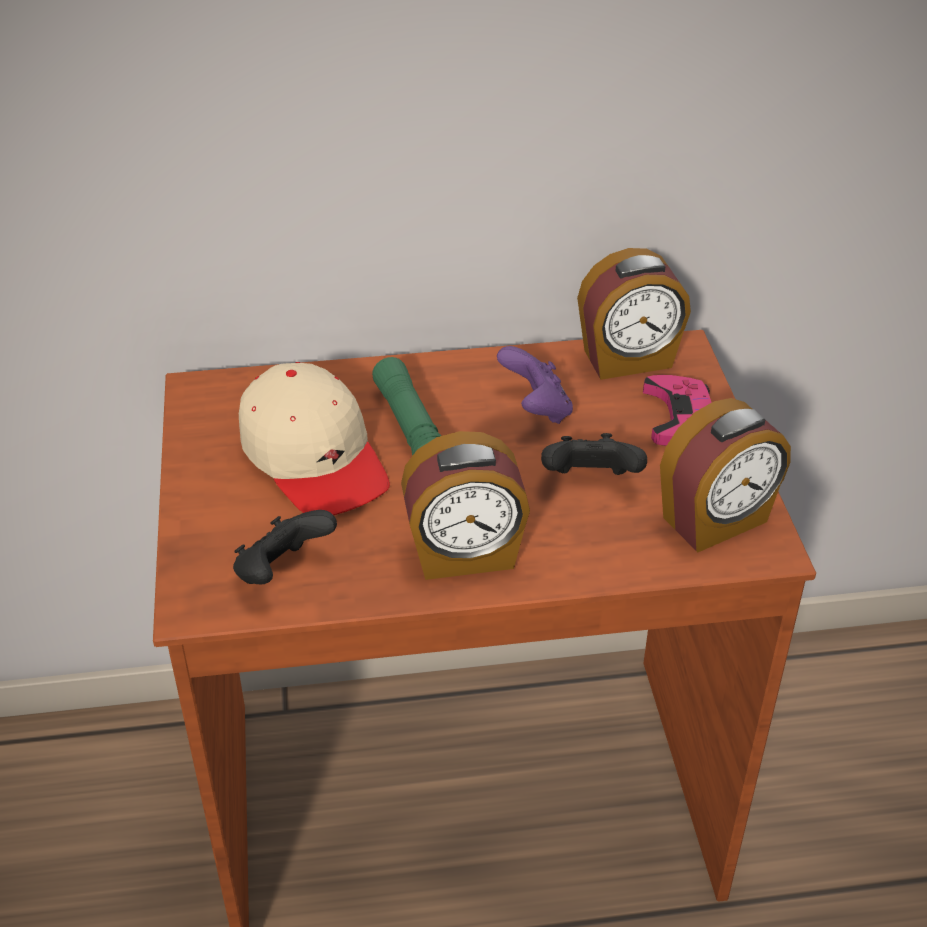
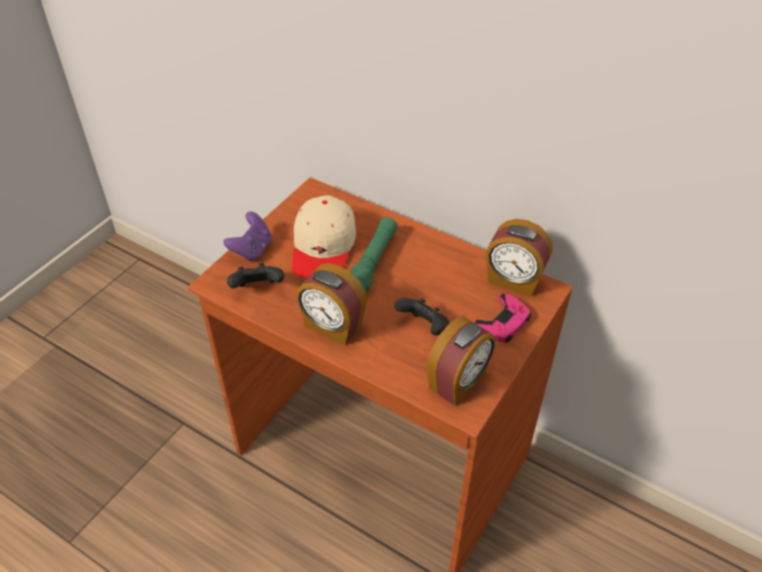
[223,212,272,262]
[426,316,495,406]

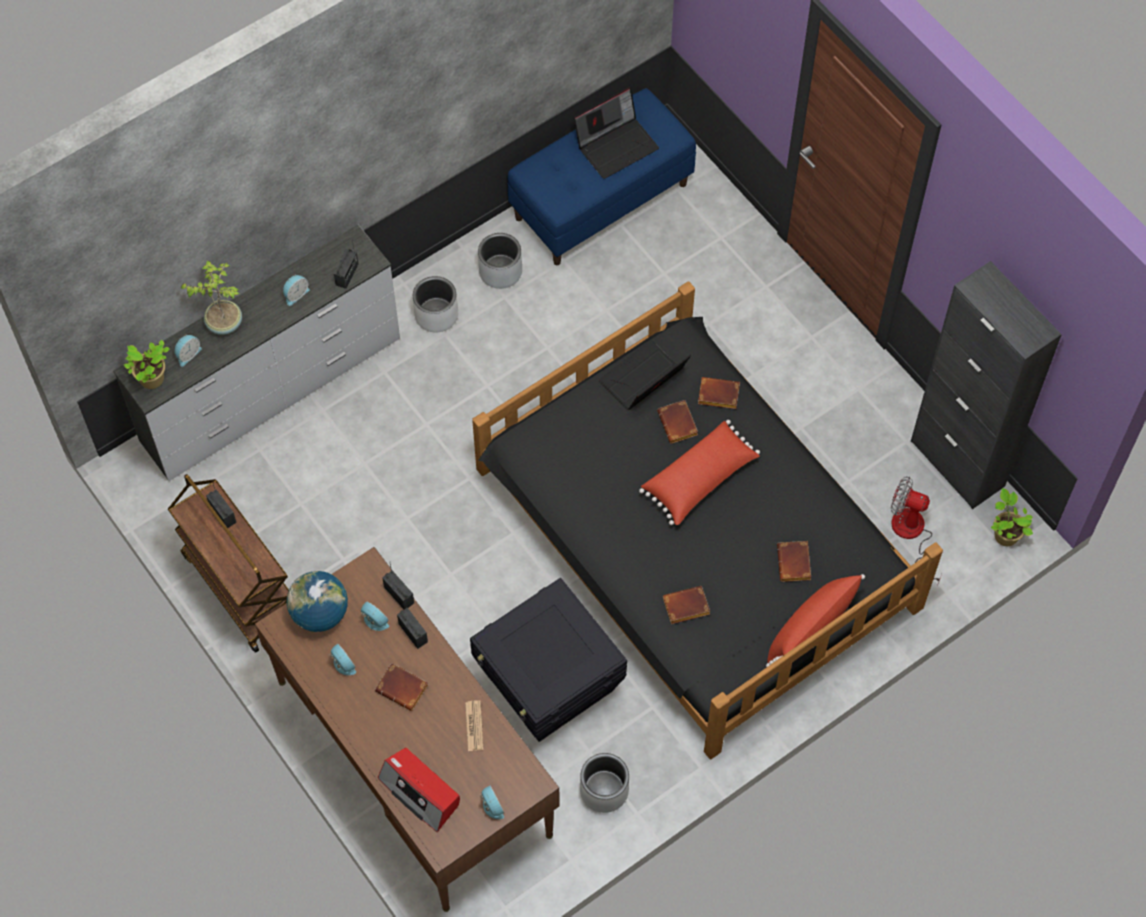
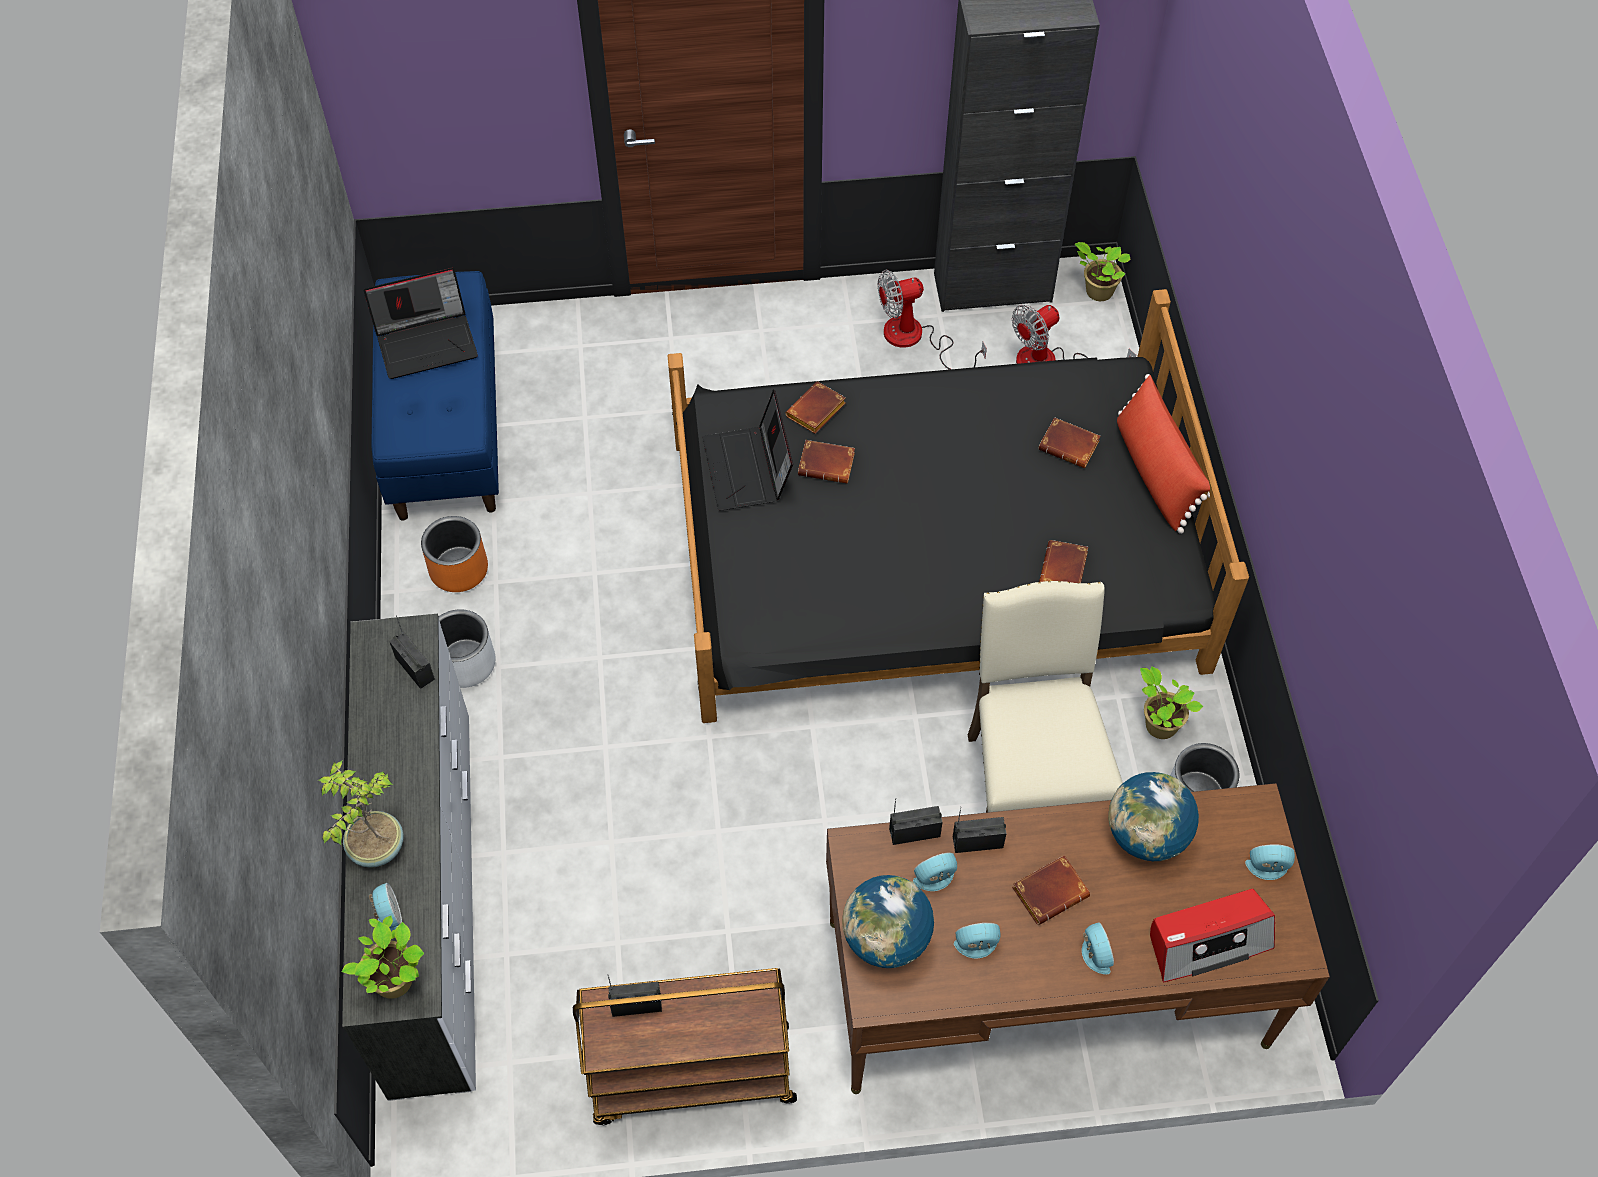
[364,268,478,379]
[421,516,488,592]
[878,270,987,370]
[968,581,1123,813]
[1082,922,1114,974]
[1108,772,1199,861]
[1140,666,1203,739]
[639,420,760,525] (first image)

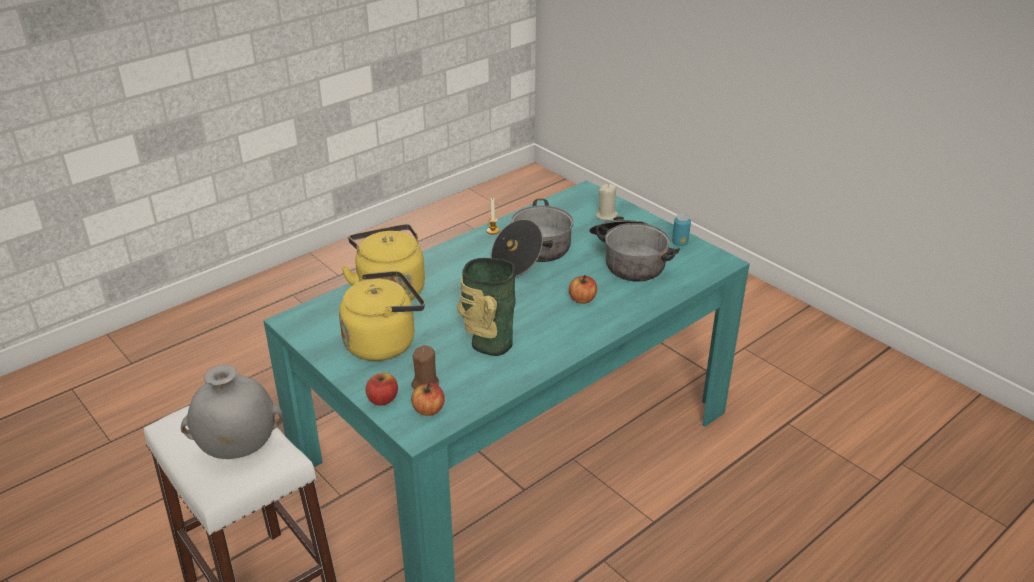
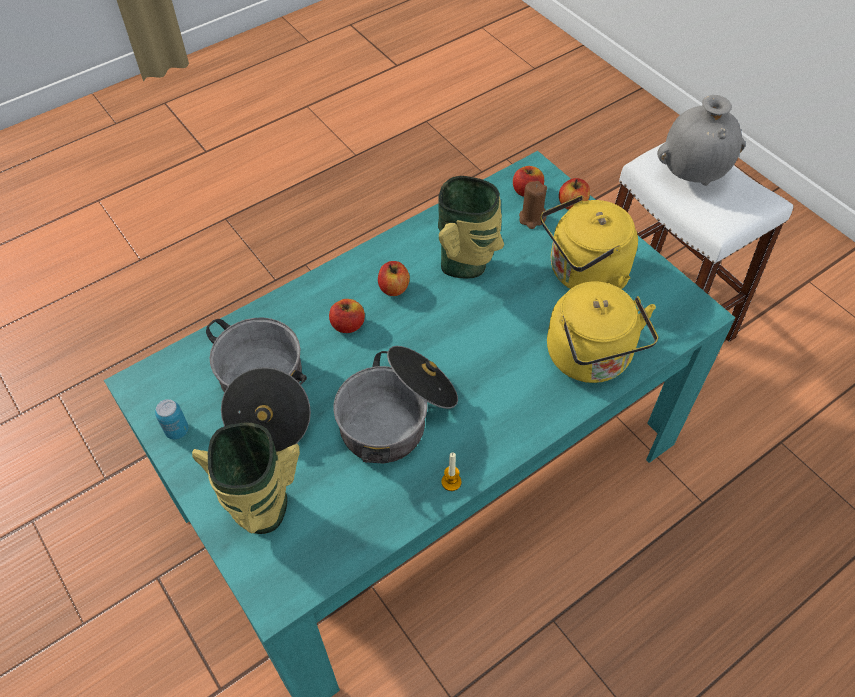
[192,422,300,534]
[378,261,410,296]

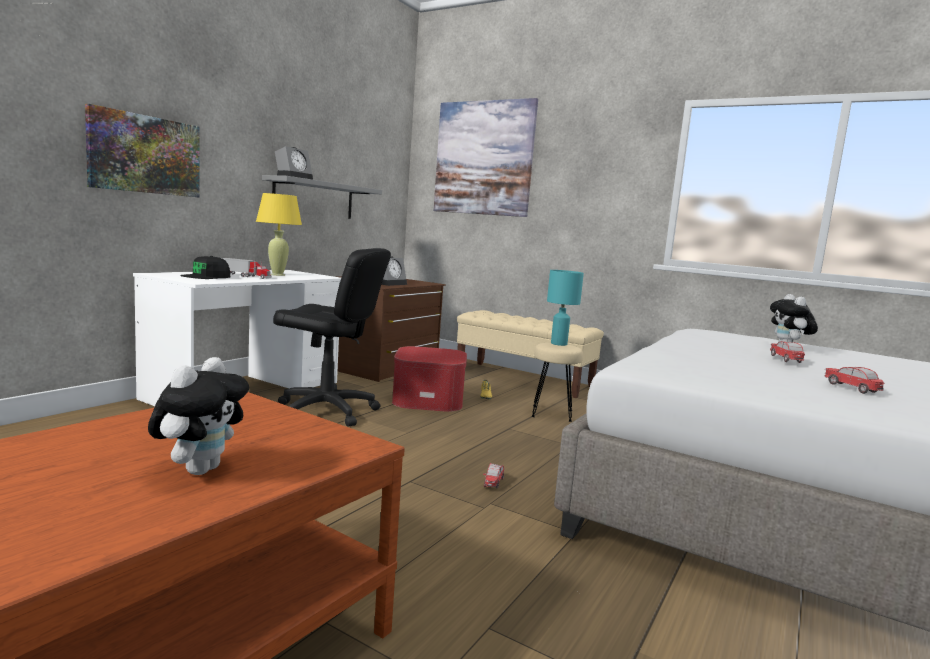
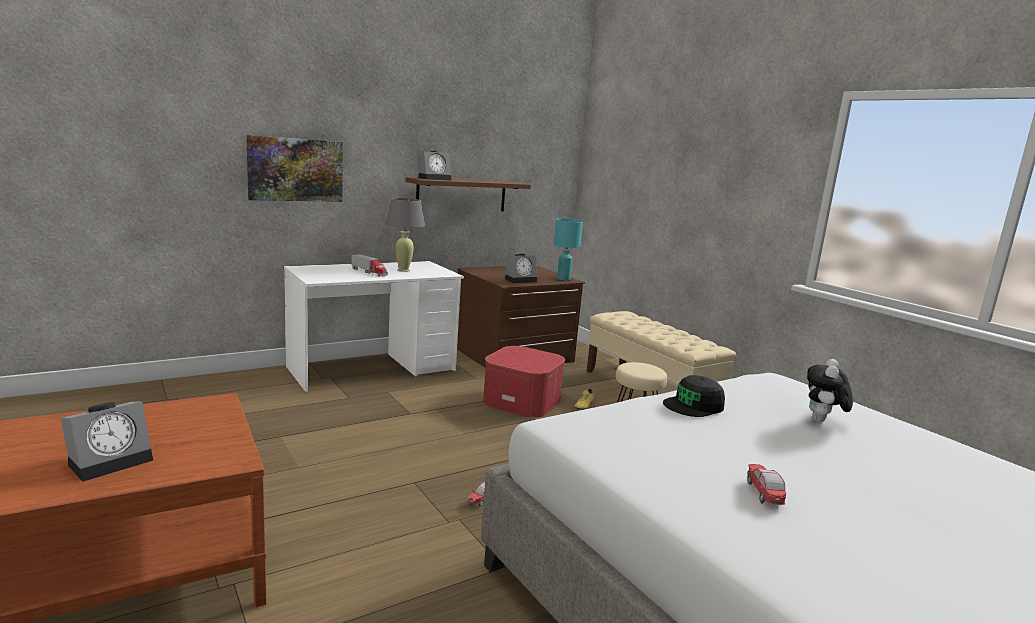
[61,401,153,482]
[385,198,425,272]
[406,177,531,211]
[554,218,583,281]
[663,375,725,417]
[273,248,391,427] (first image)
[433,98,538,217] (first image)
[770,341,805,363] (first image)

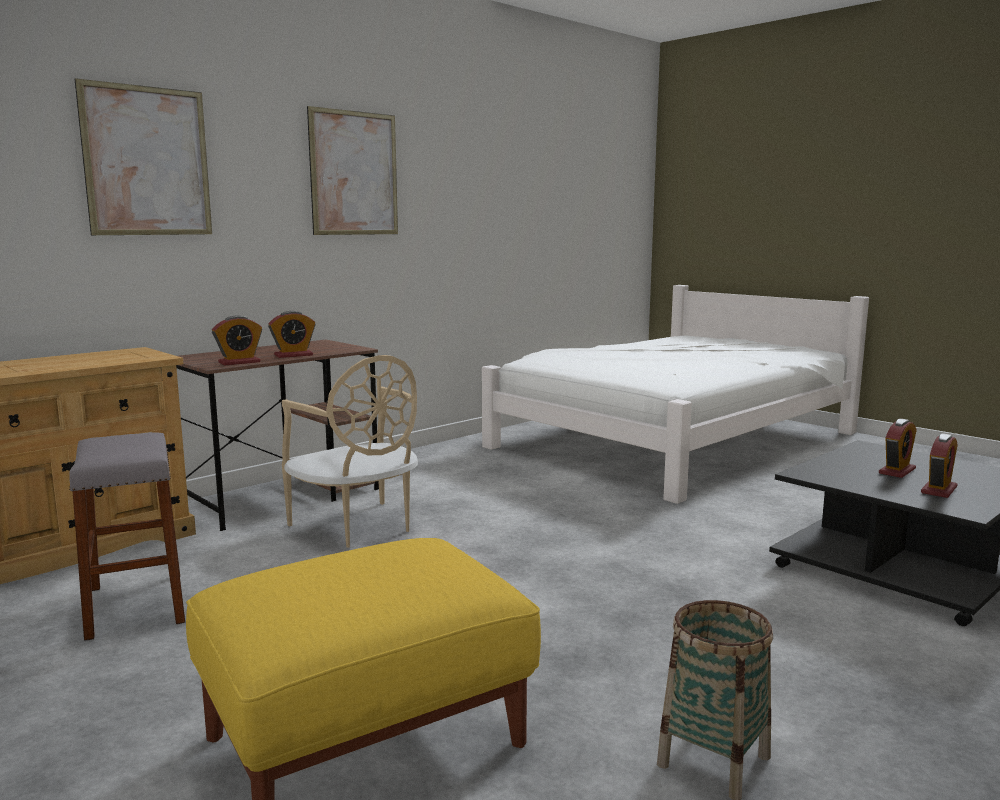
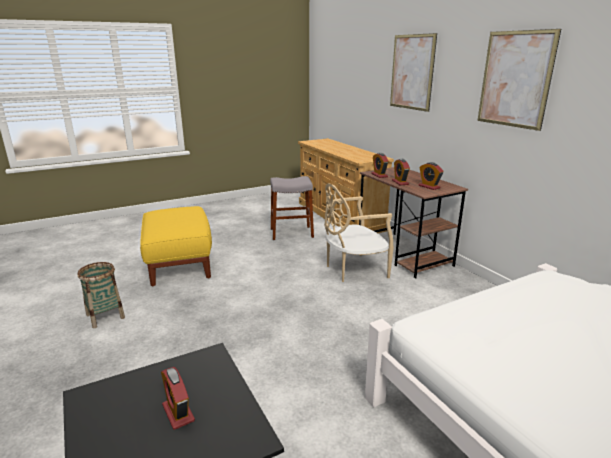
[419,162,444,190]

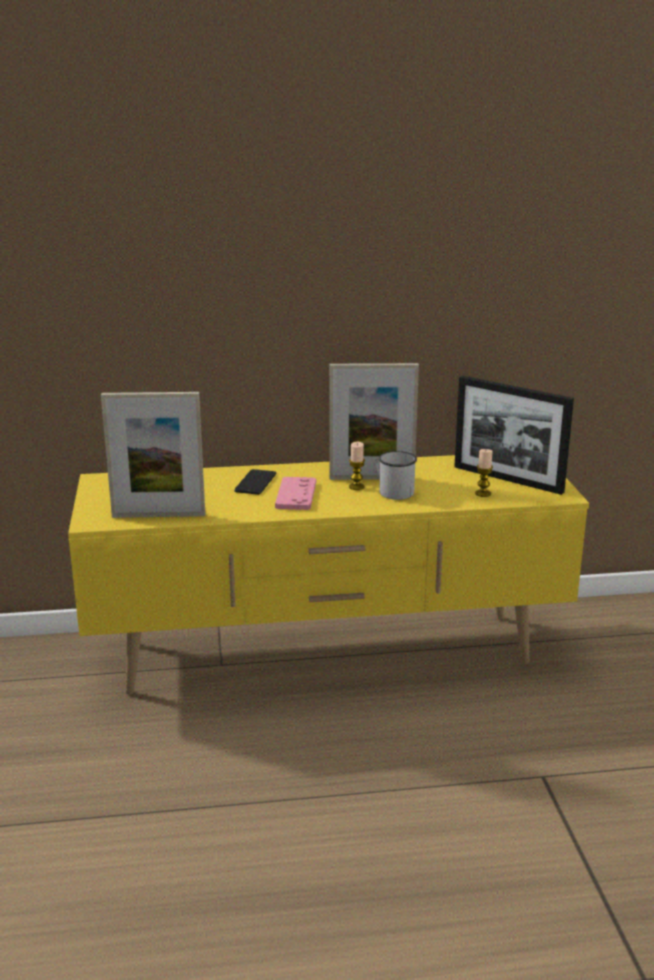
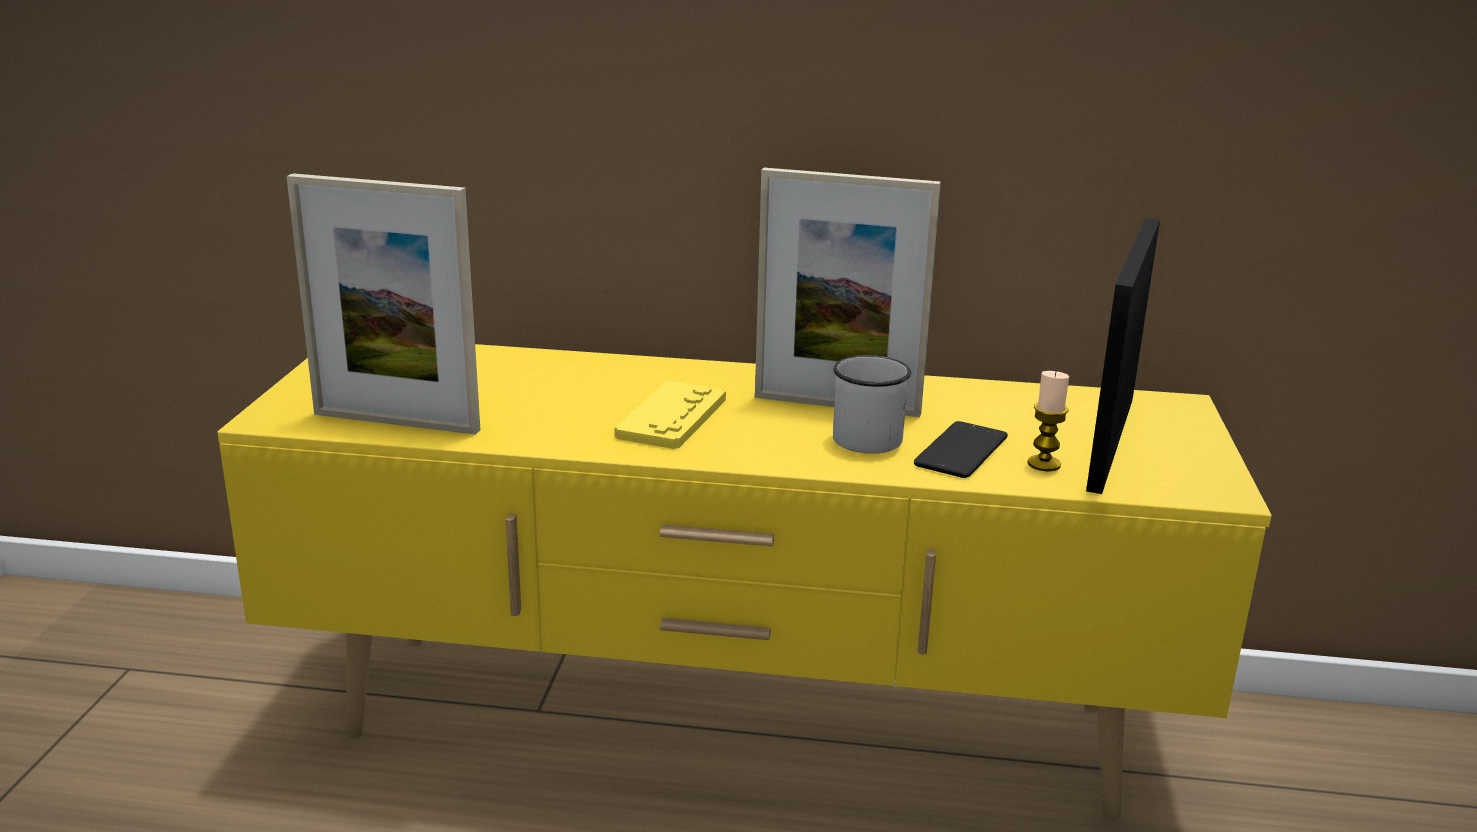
[614,381,726,449]
[914,421,1008,478]
[1086,218,1160,494]
[349,442,365,490] (first image)

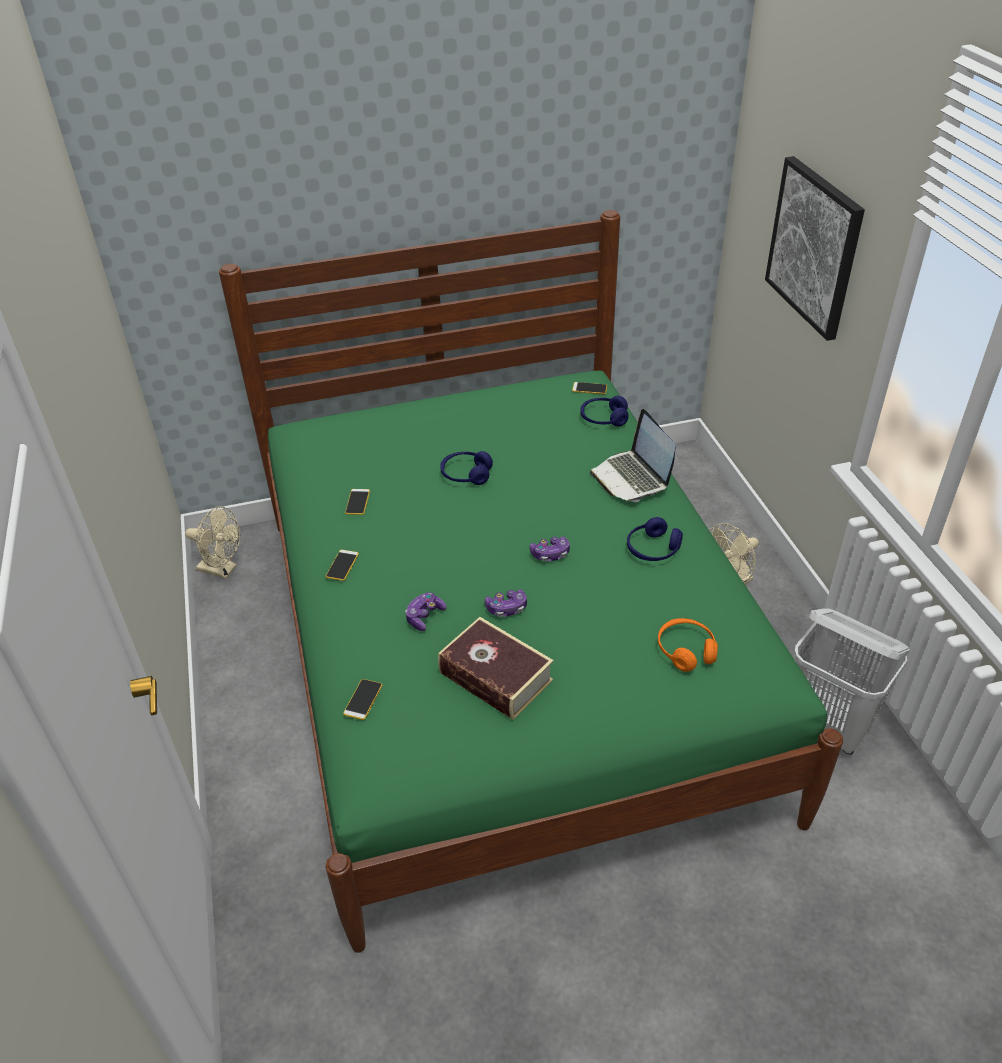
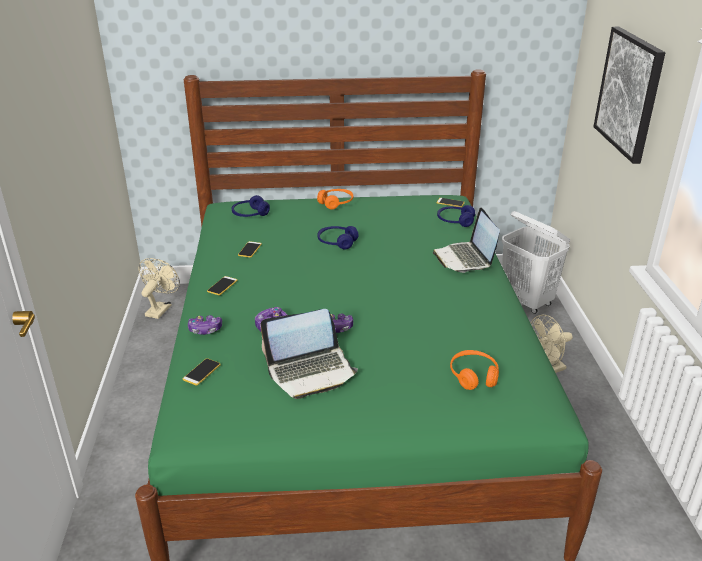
[138,258,180,319]
[188,315,222,335]
[232,195,270,217]
[260,309,358,399]
[317,189,353,209]
[502,211,571,314]

